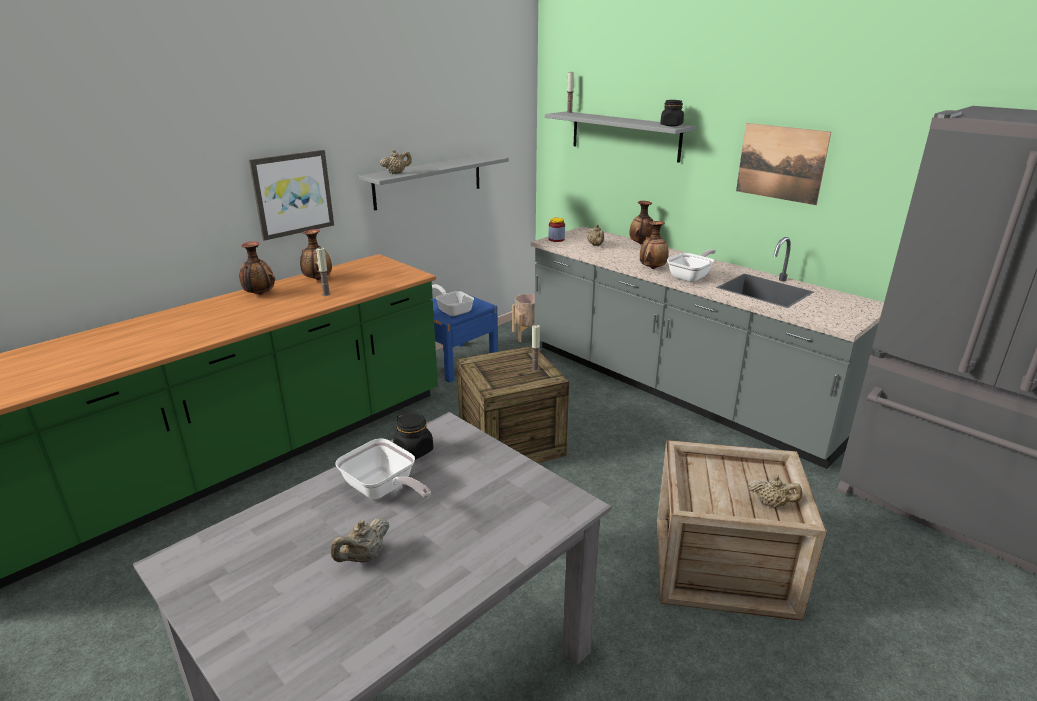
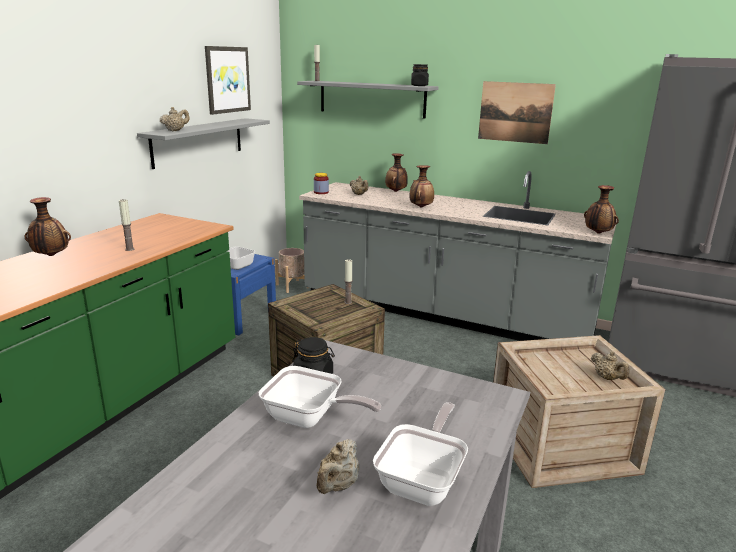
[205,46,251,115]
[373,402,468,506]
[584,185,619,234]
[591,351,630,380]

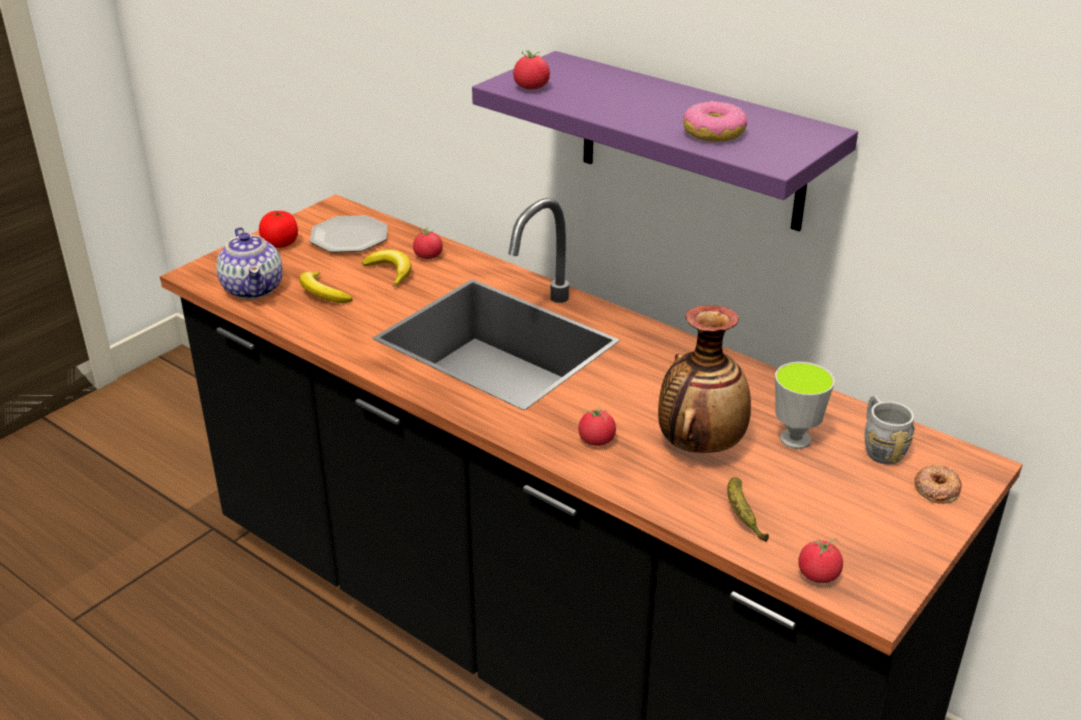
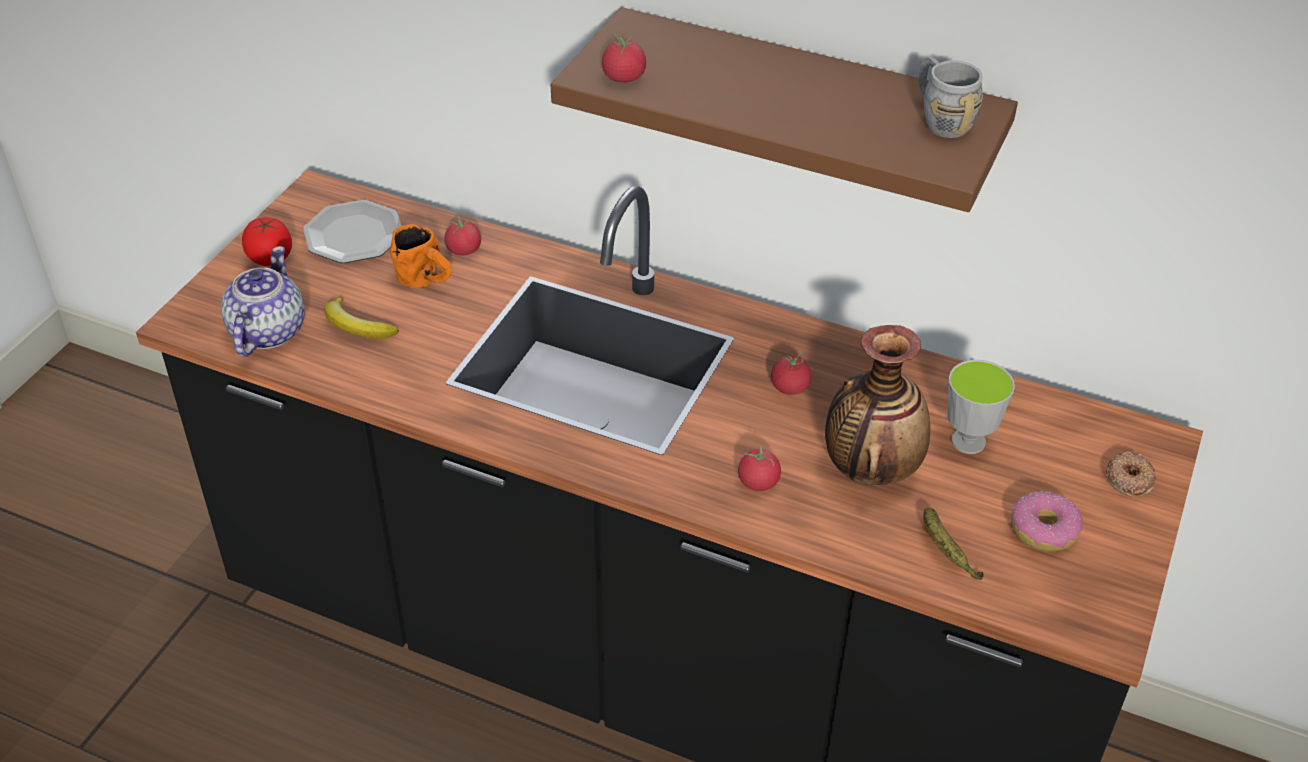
[221,246,305,356]
[390,224,452,288]
[551,7,1018,212]
[771,352,811,395]
[919,57,983,138]
[1011,491,1083,551]

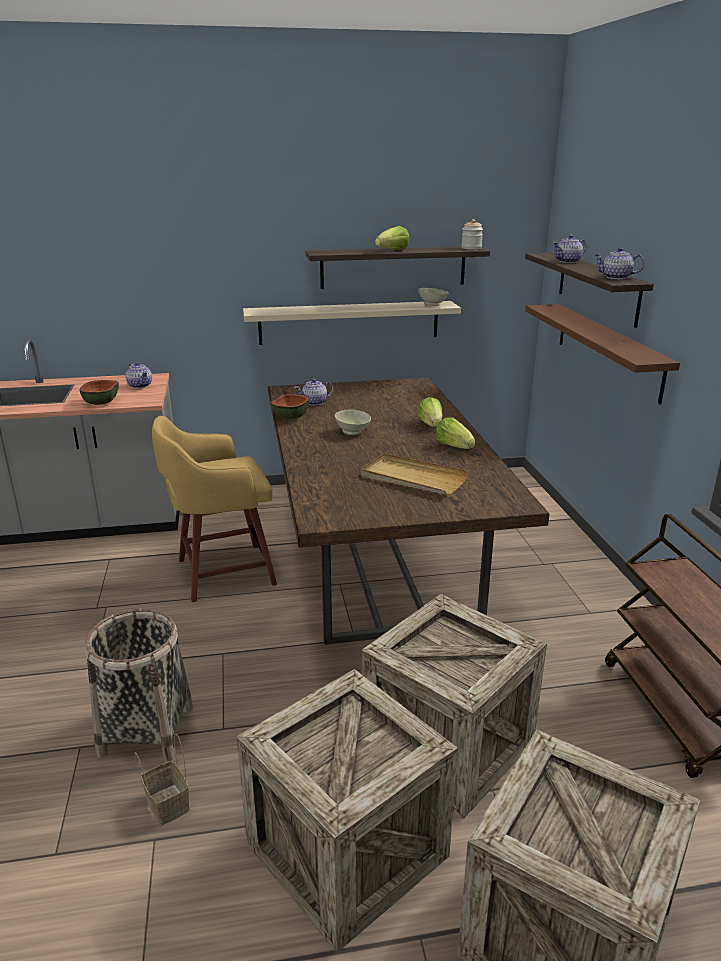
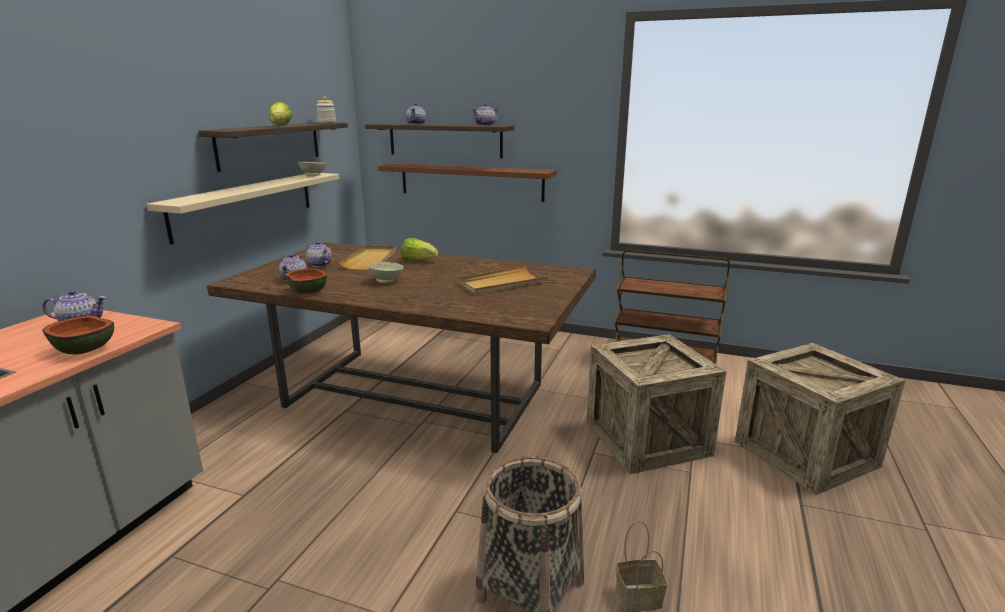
[306,241,332,267]
[339,246,396,270]
[152,416,277,602] (first image)
[237,669,458,953] (first image)
[435,418,475,449] (first image)

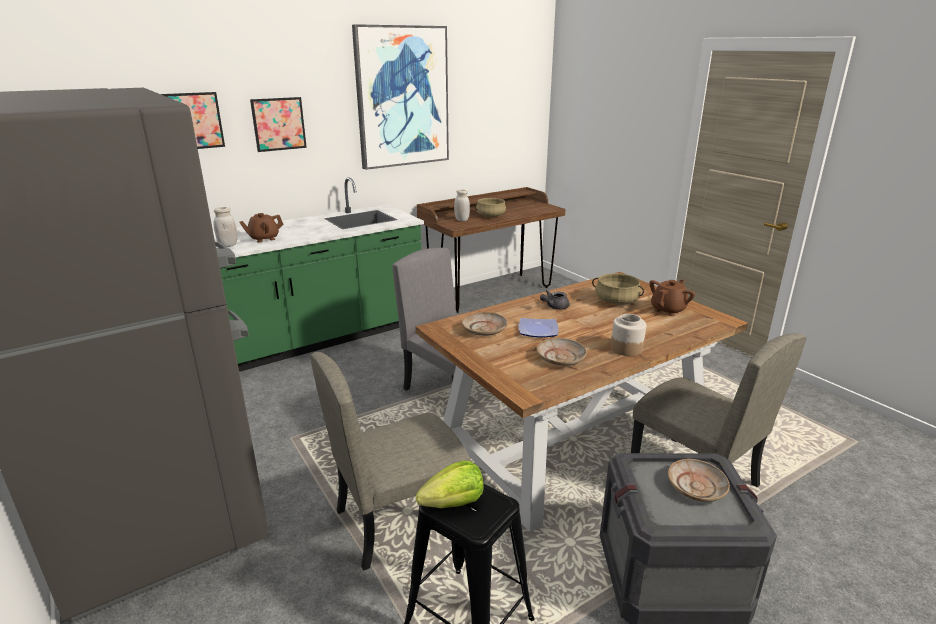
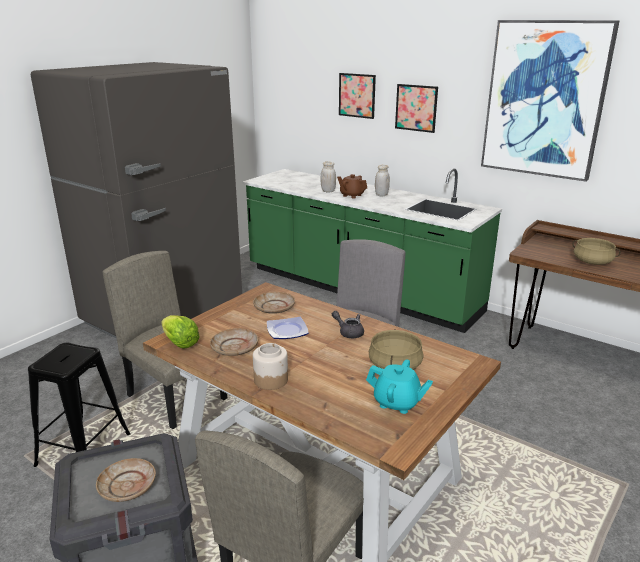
[161,315,200,349]
[366,359,433,414]
[375,165,390,196]

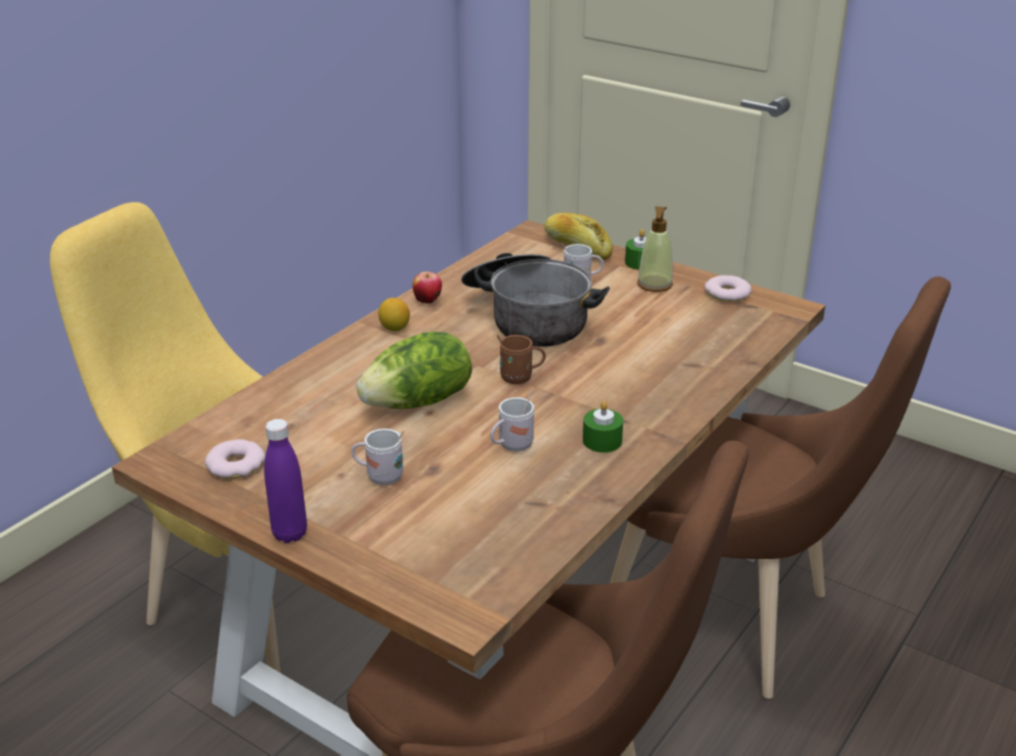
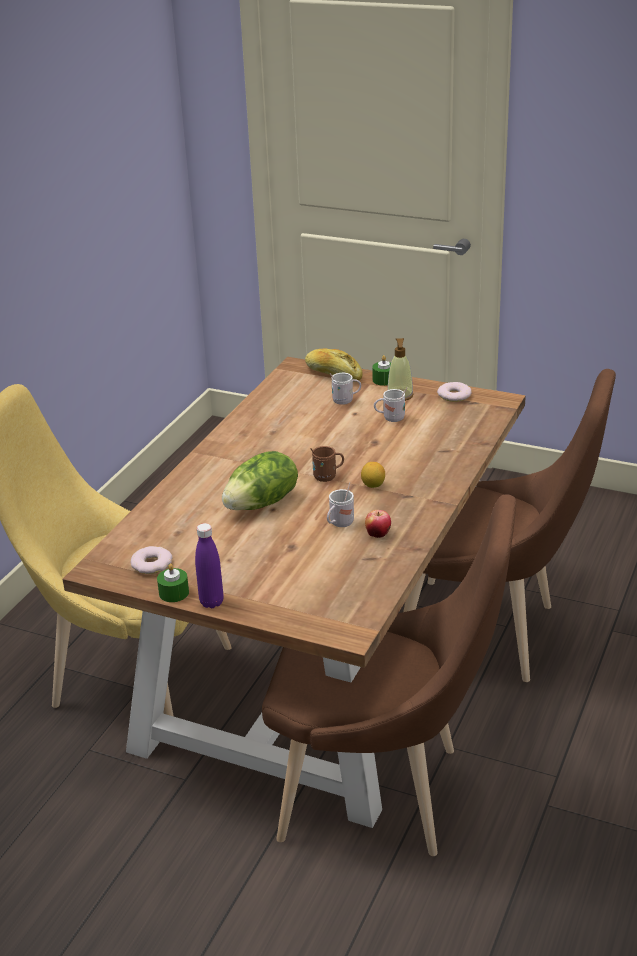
[157,564,189,602]
[361,462,385,488]
[365,510,391,538]
[374,387,407,422]
[461,253,610,347] (first image)

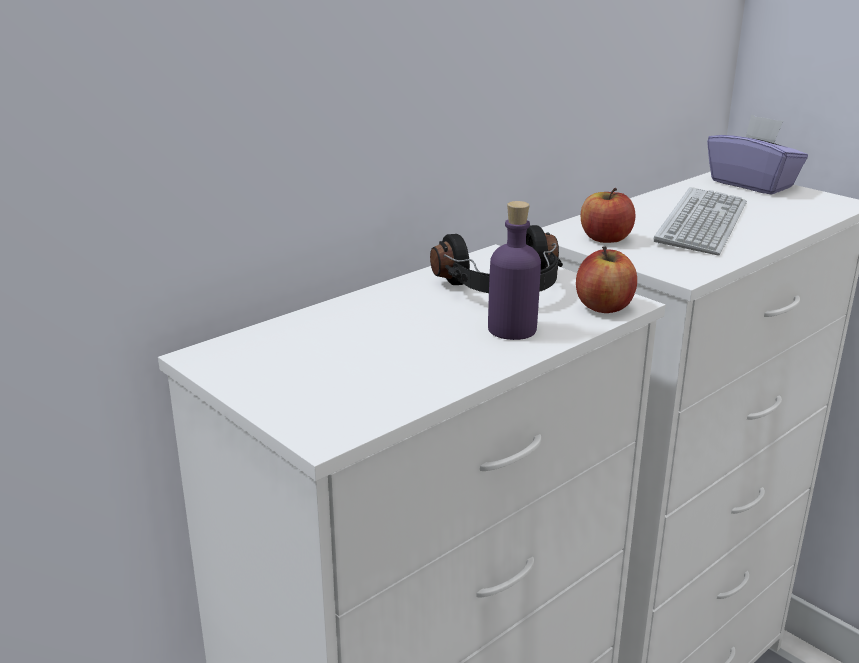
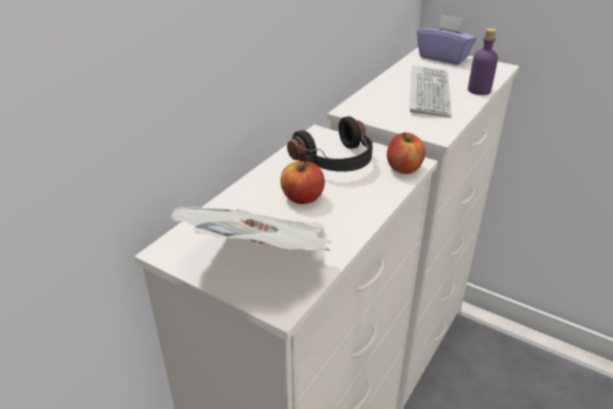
[171,207,331,251]
[280,160,325,204]
[468,28,498,95]

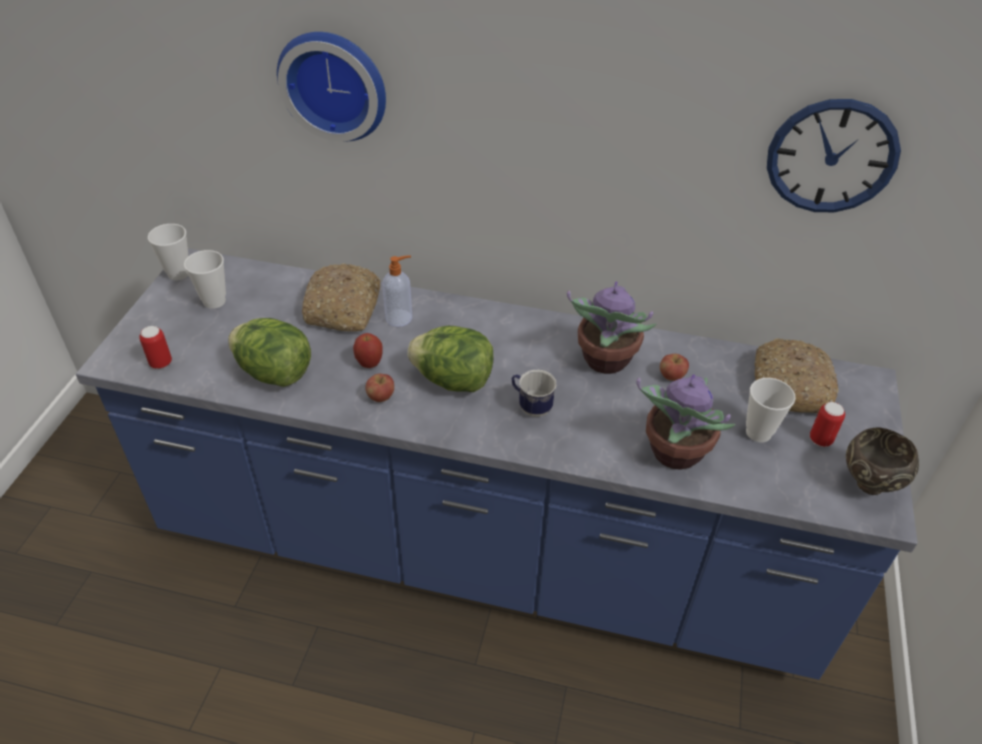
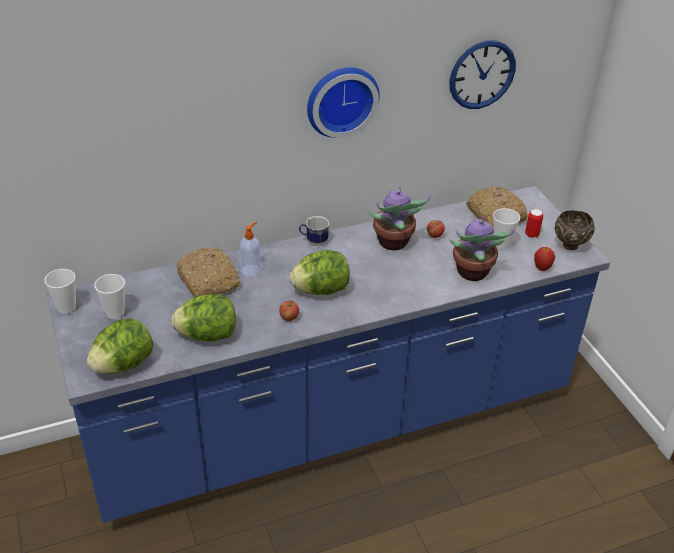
[87,319,153,373]
[299,216,329,246]
[307,67,380,138]
[534,247,555,271]

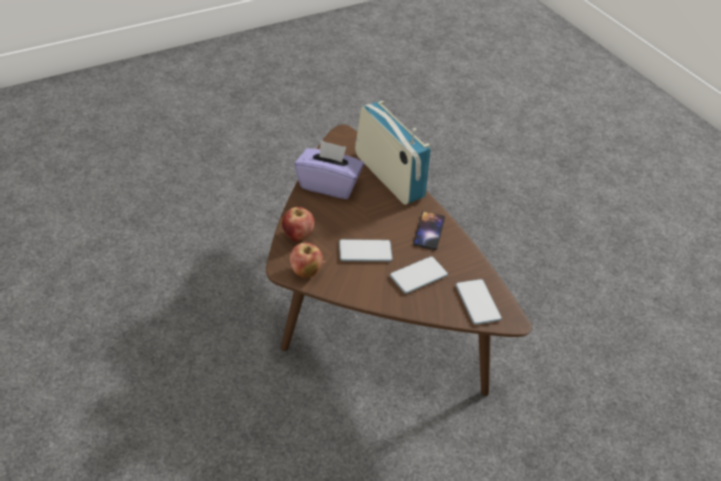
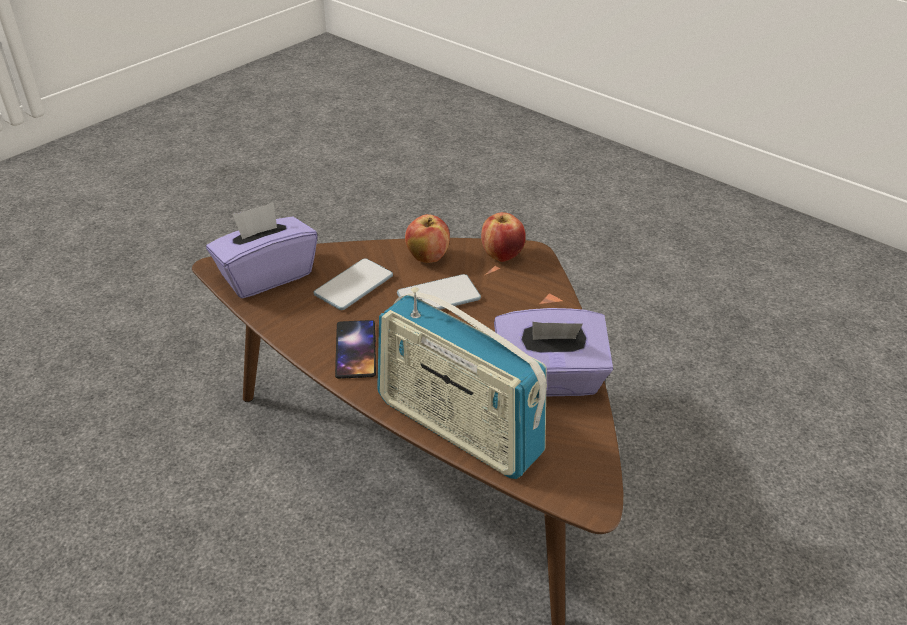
[206,202,318,298]
[405,214,450,263]

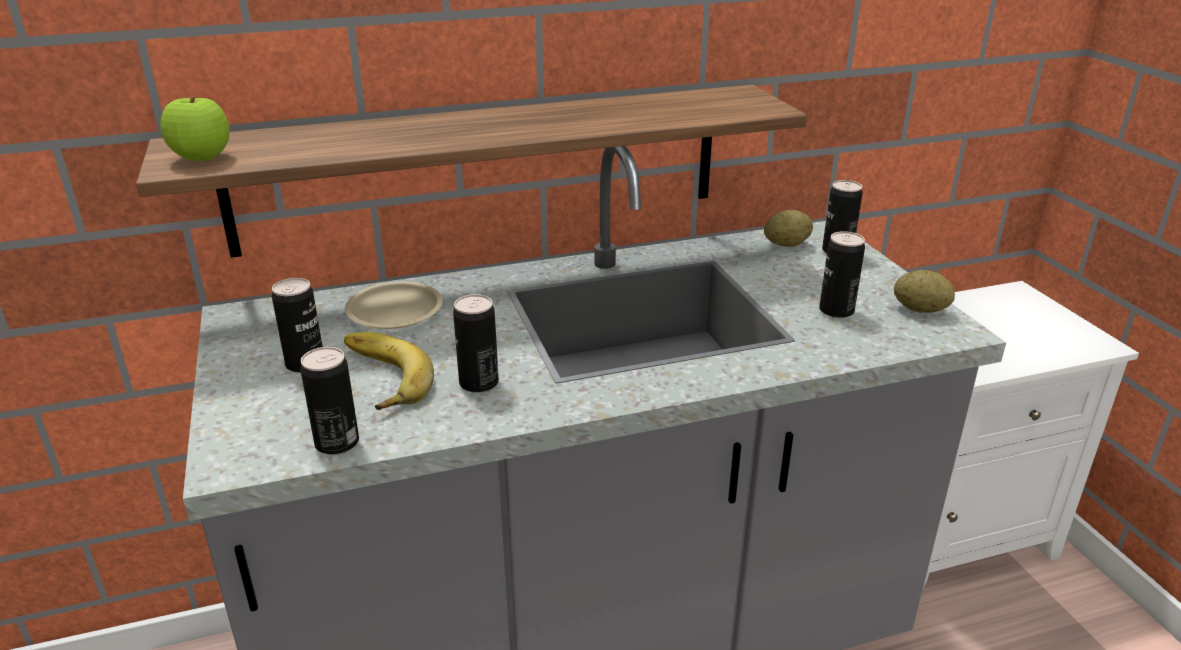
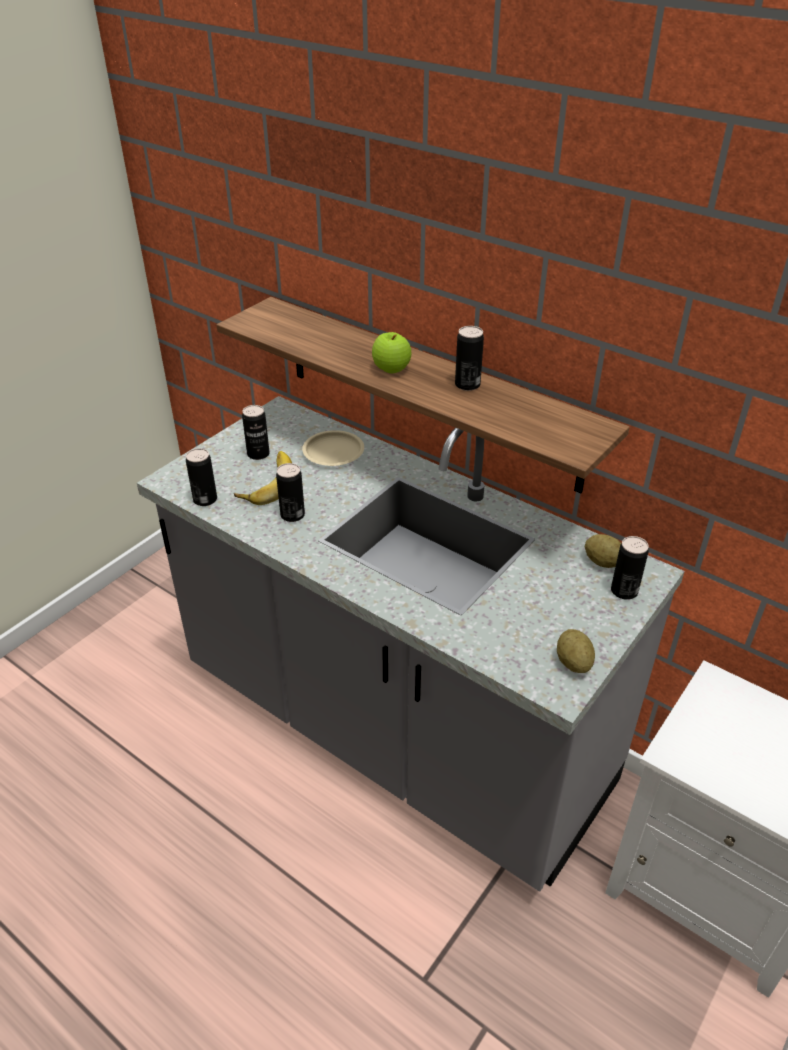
[372,332,412,374]
[455,326,484,391]

